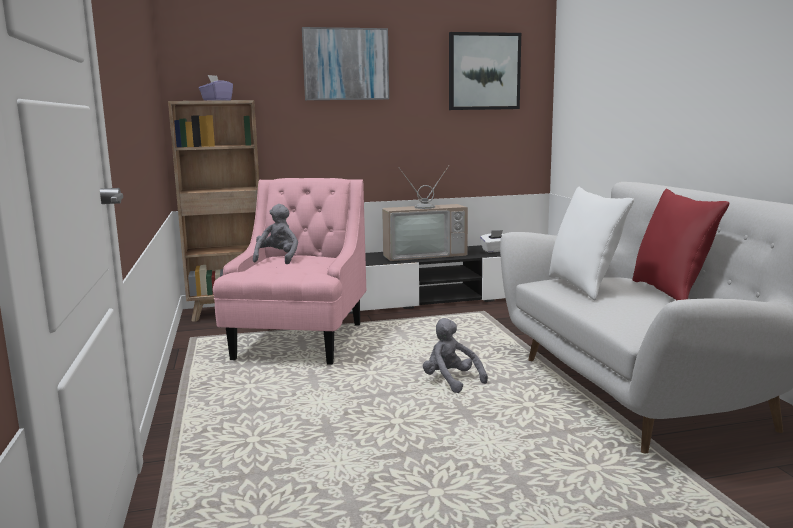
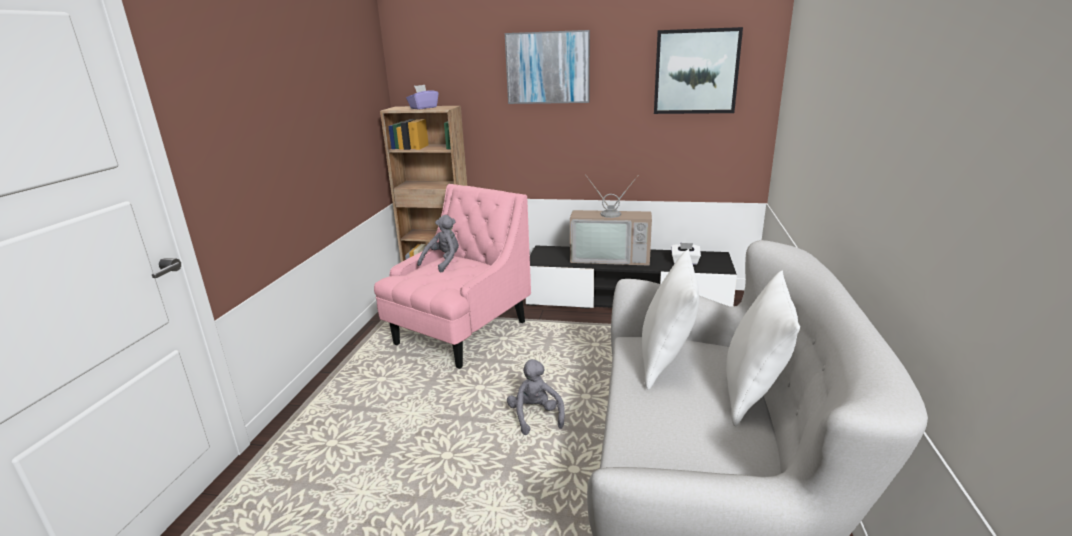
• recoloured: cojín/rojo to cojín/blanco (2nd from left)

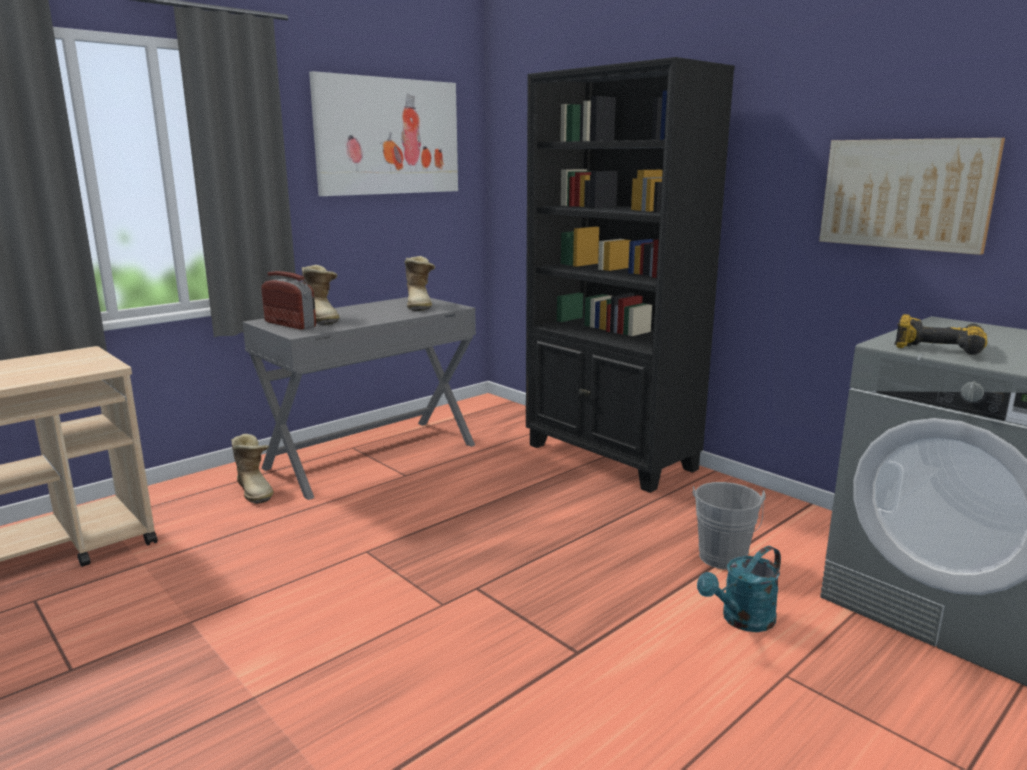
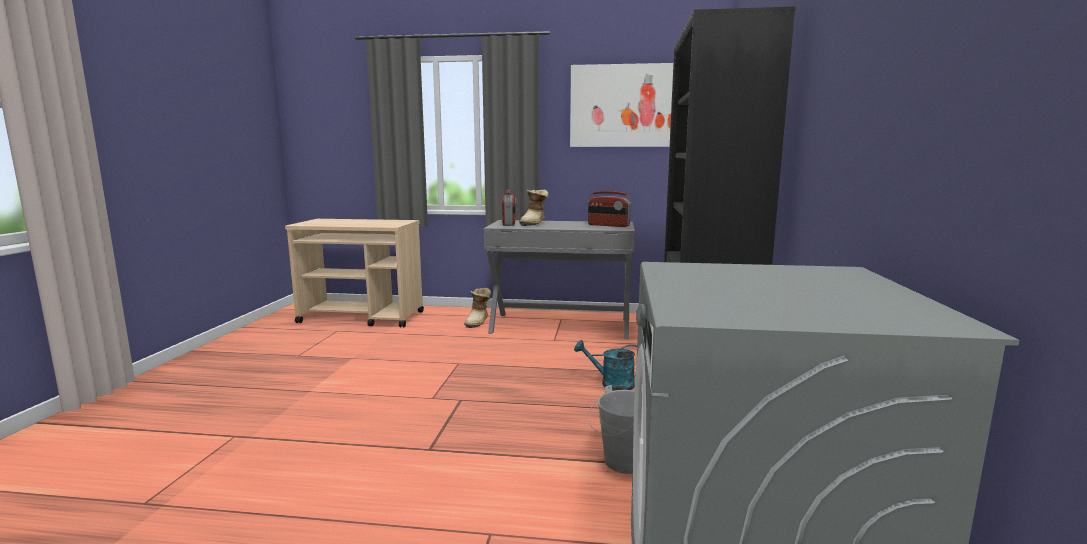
• moved: regadera/turquesa
• replaced: bota (3rd from left) to radio (2nd from left)
• removed: cuadro (2nd from left)
• removed: taladro

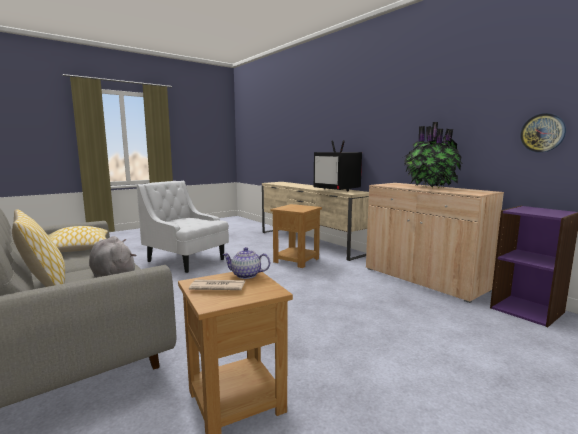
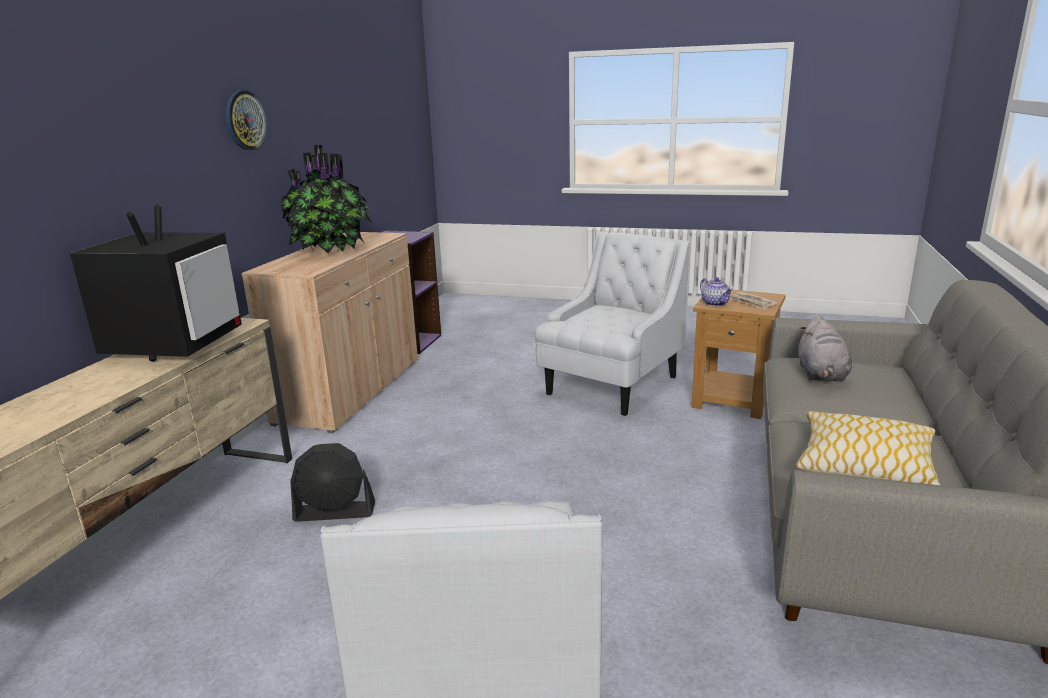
• moved: reloj de pared
• replaced: mesa auxiliar/marrón (2nd from left) to ventilador/negro
• added: sillón/blanco (2nd from left)
• removed: cojín (1st from left)

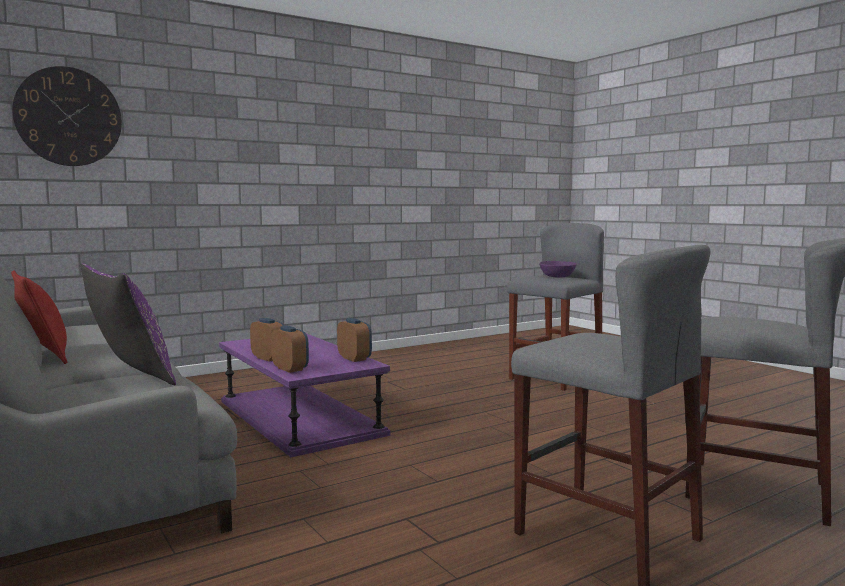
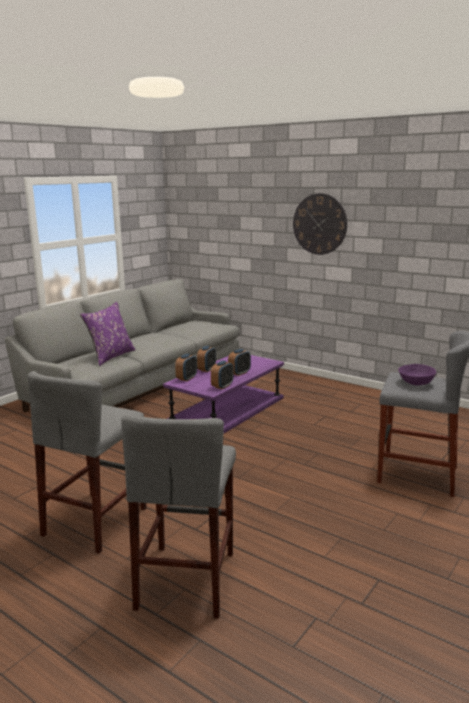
• added: despertador (4th from left)
• moved: reloj de pared
• removed: cojín/rojo

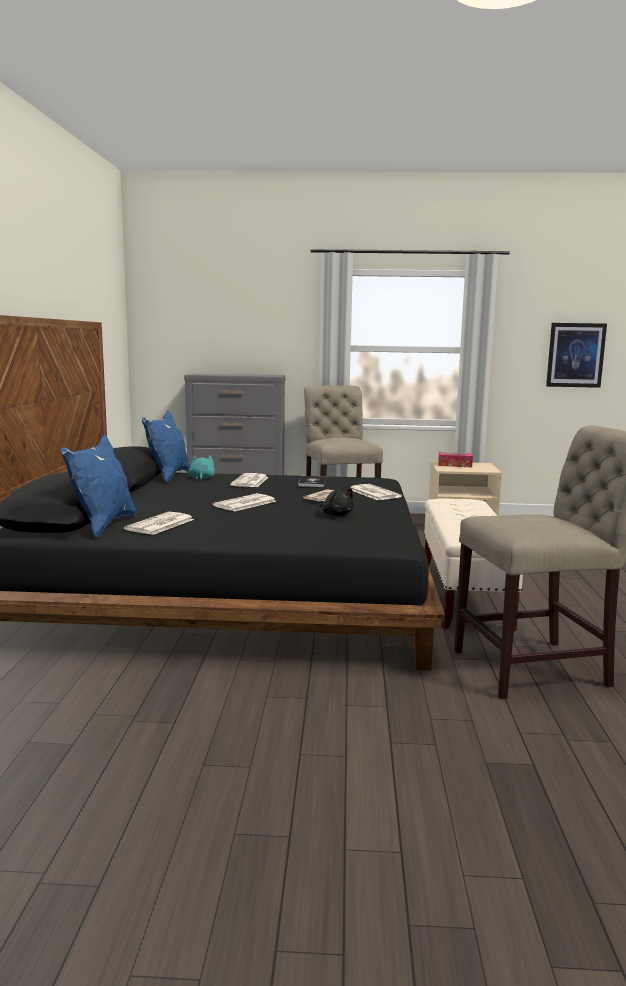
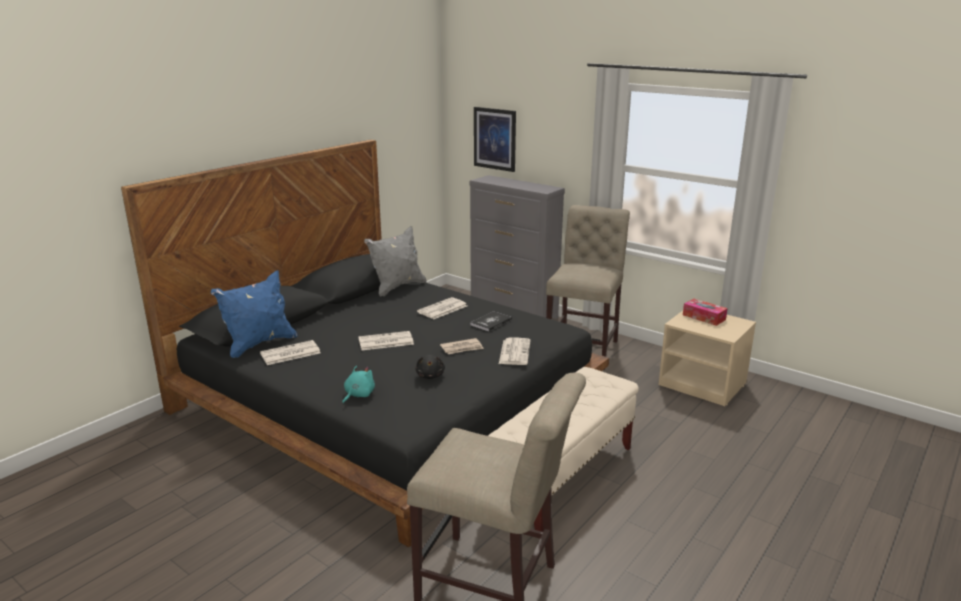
• moved: peluche/turquesa
• recoloured: cojín/azul (2nd from left) to cojín/gris
• moved: cuadro

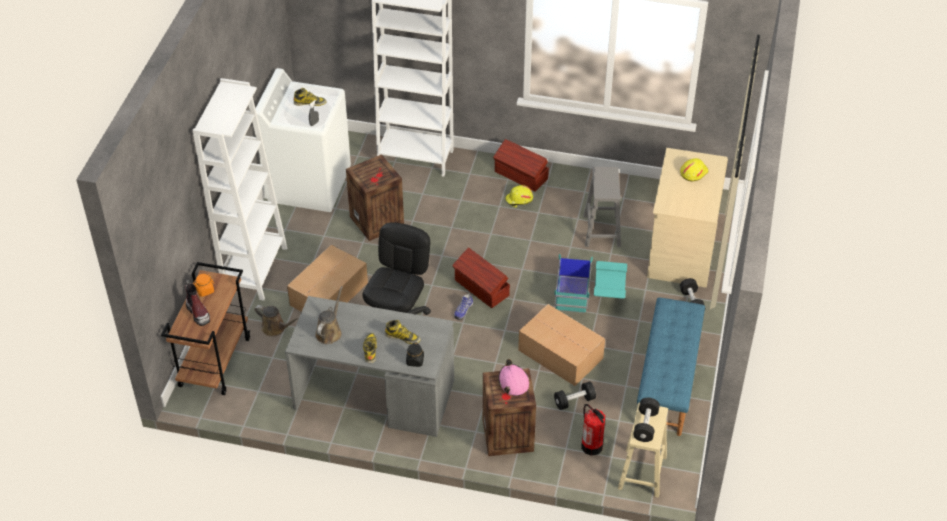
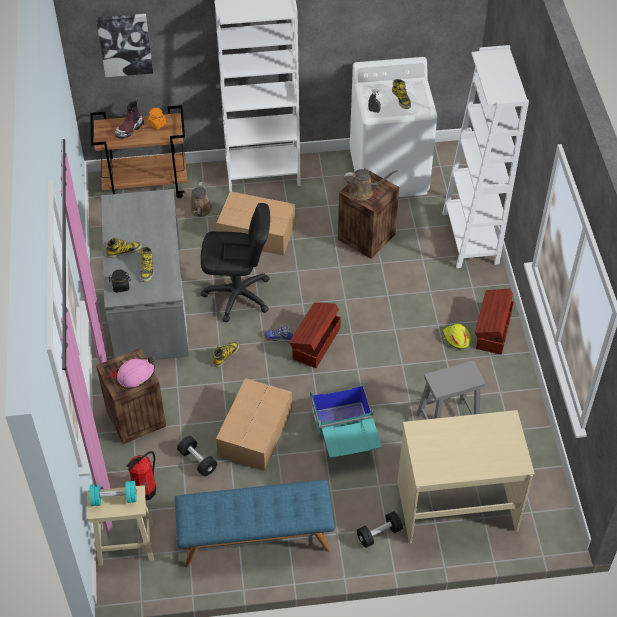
• recoloured: mancuerna/negro (2nd from left) to mancuerna/turquesa
• added: cuadro
• added: bota (4th from left)
• moved: regadera/marrón (2nd from left)
• removed: casco/amarillo (2nd from left)

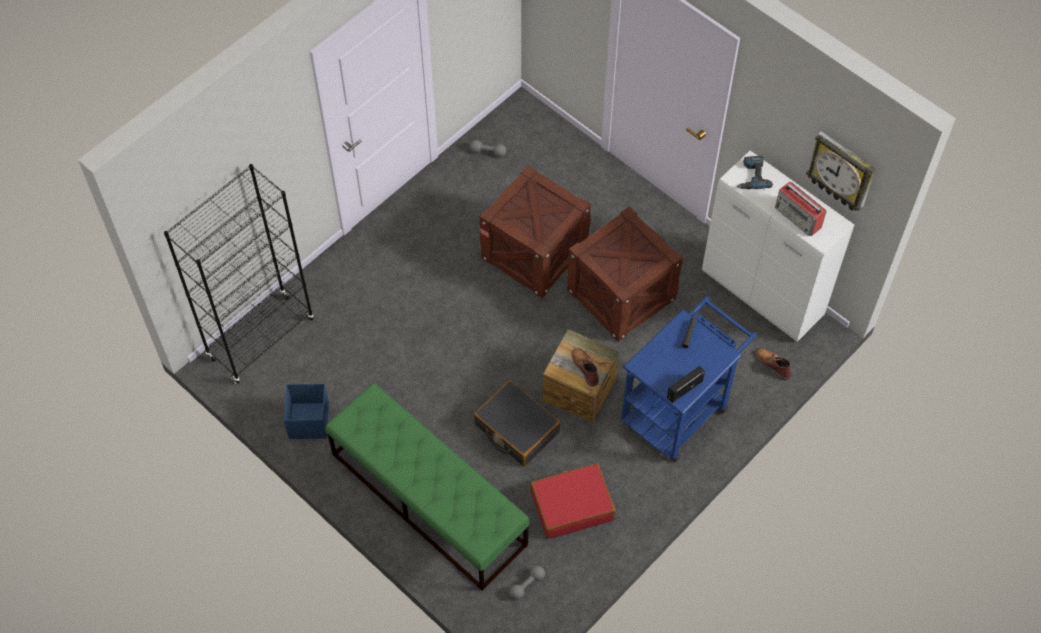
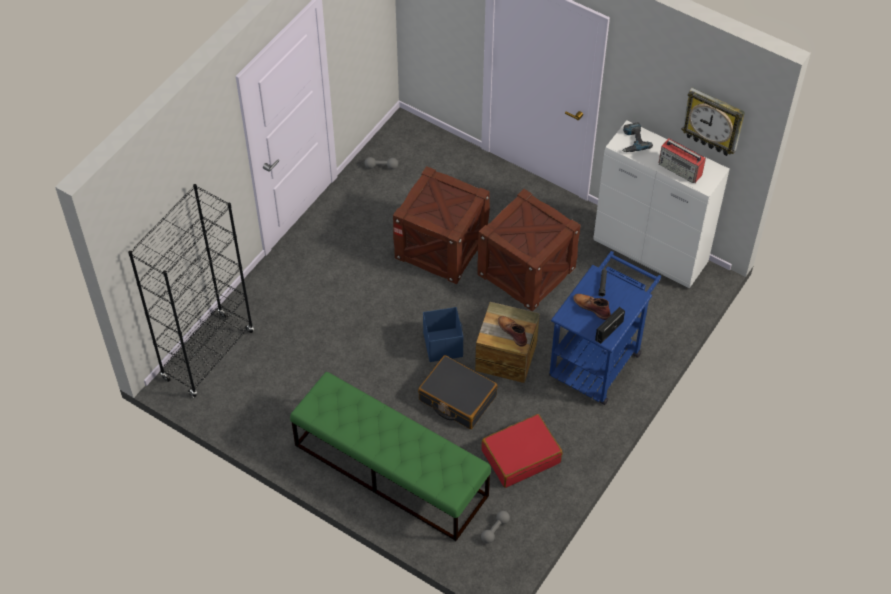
• moved: caja de almacenaje/azul
• moved: bota/marrón (2nd from left)

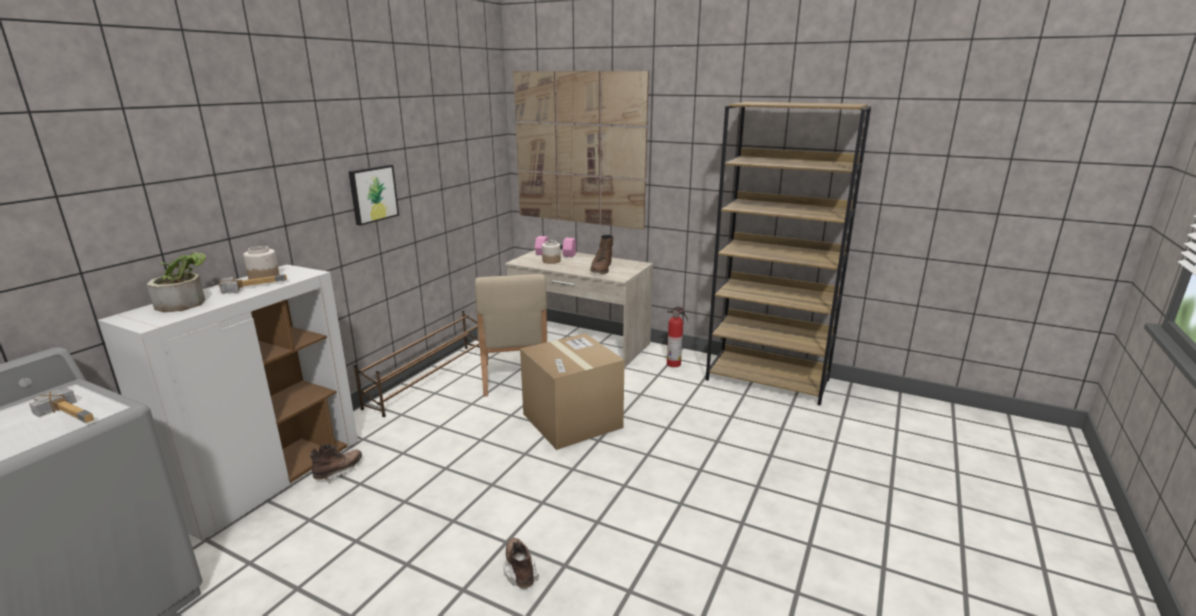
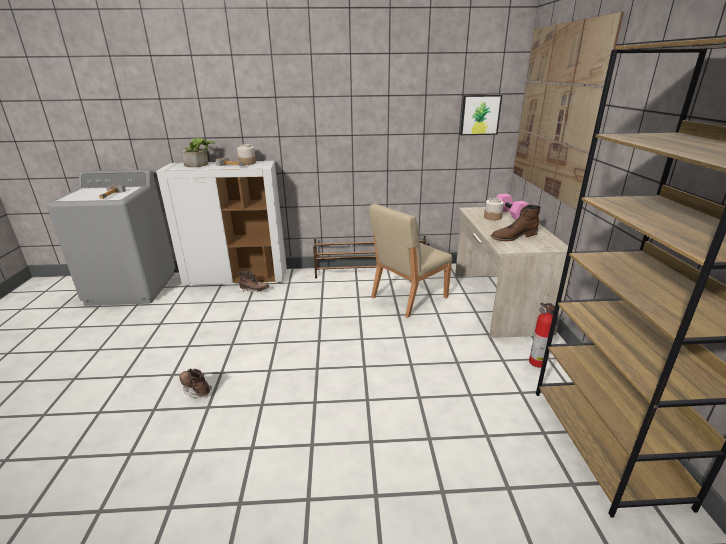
• turned: bota/marrón (2nd from left in the first image) 90 degrees counterclockwise
• moved: cuadro (1st from left)
• removed: caja de cartón

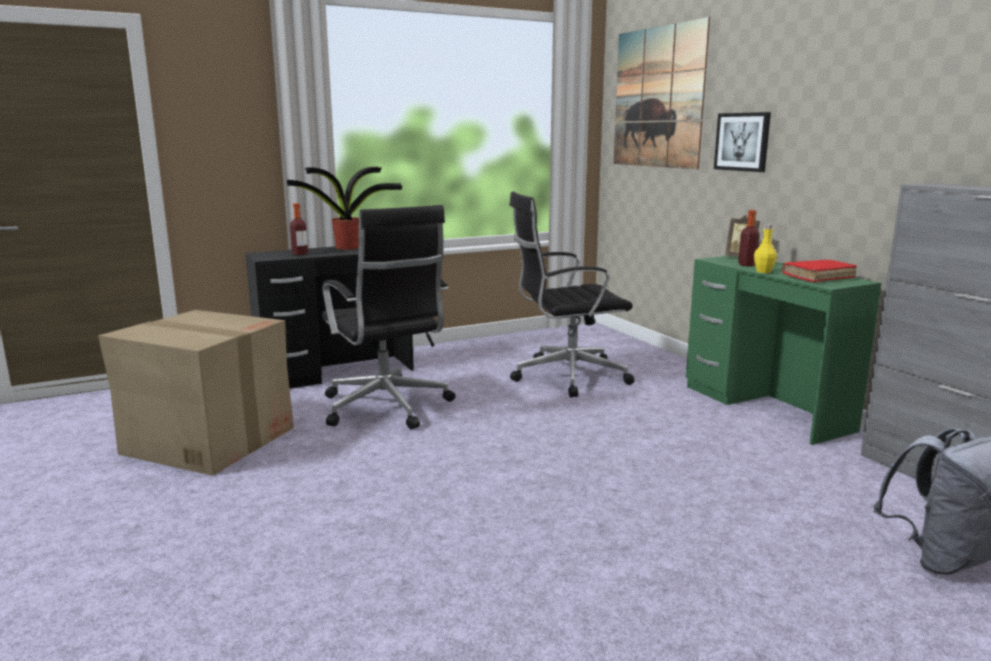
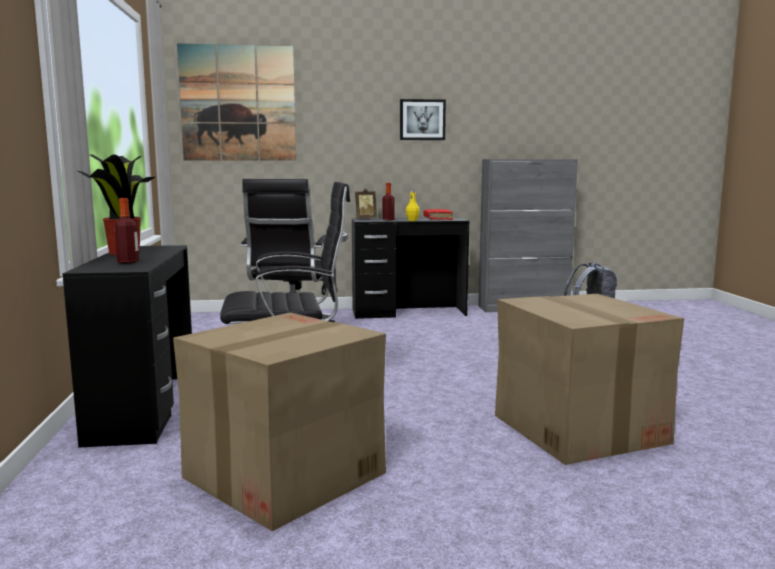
• recoloured: escritorio/verde to escritorio/negro (2nd from left)
• moved: cuadro (2nd from left)
• added: caja de cartón (2nd from left)

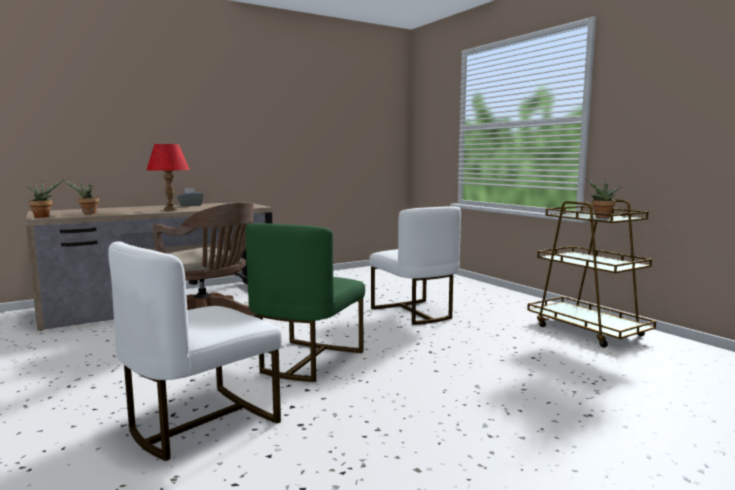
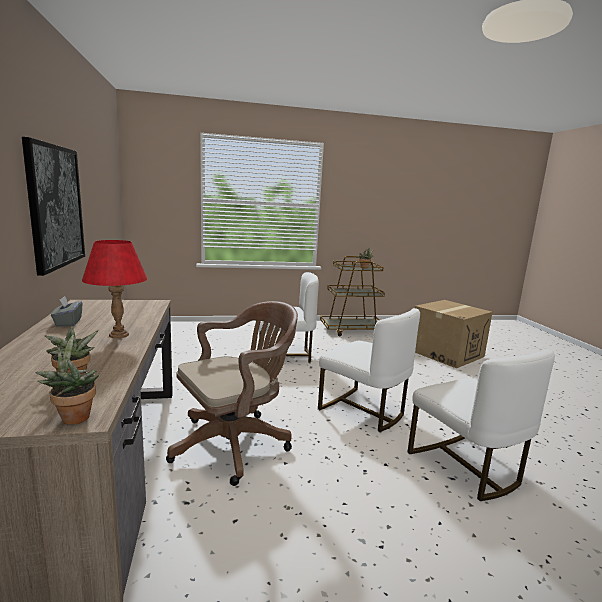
• added: cuadro
• recoloured: silla/verde to silla/blanco (2nd from left)
• added: caja de cartón

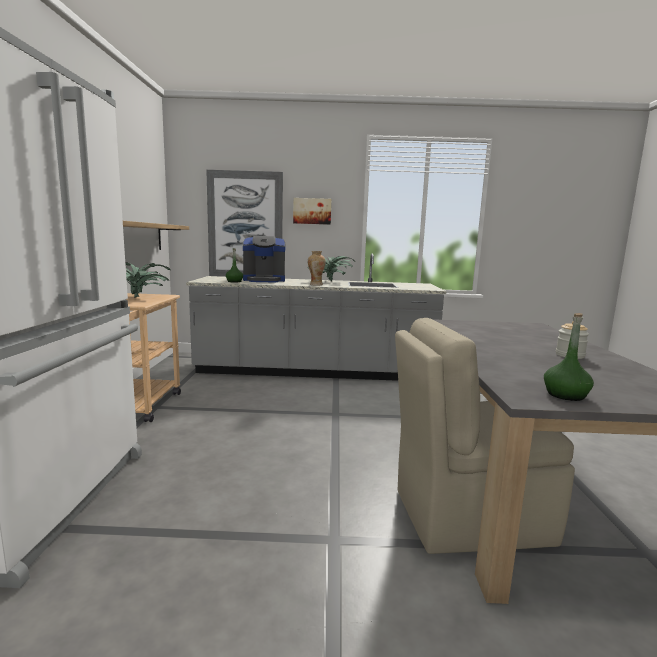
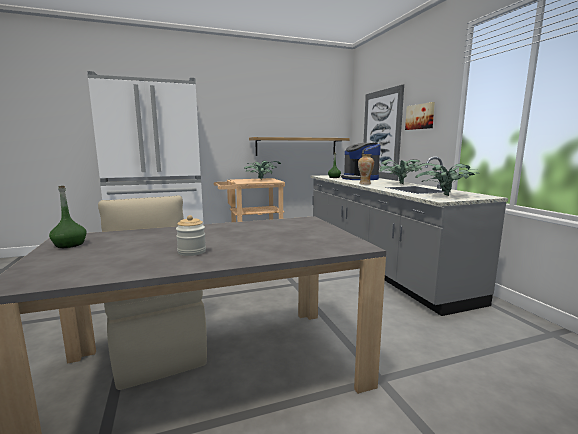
• added: planta en maceta (3rd from left)

